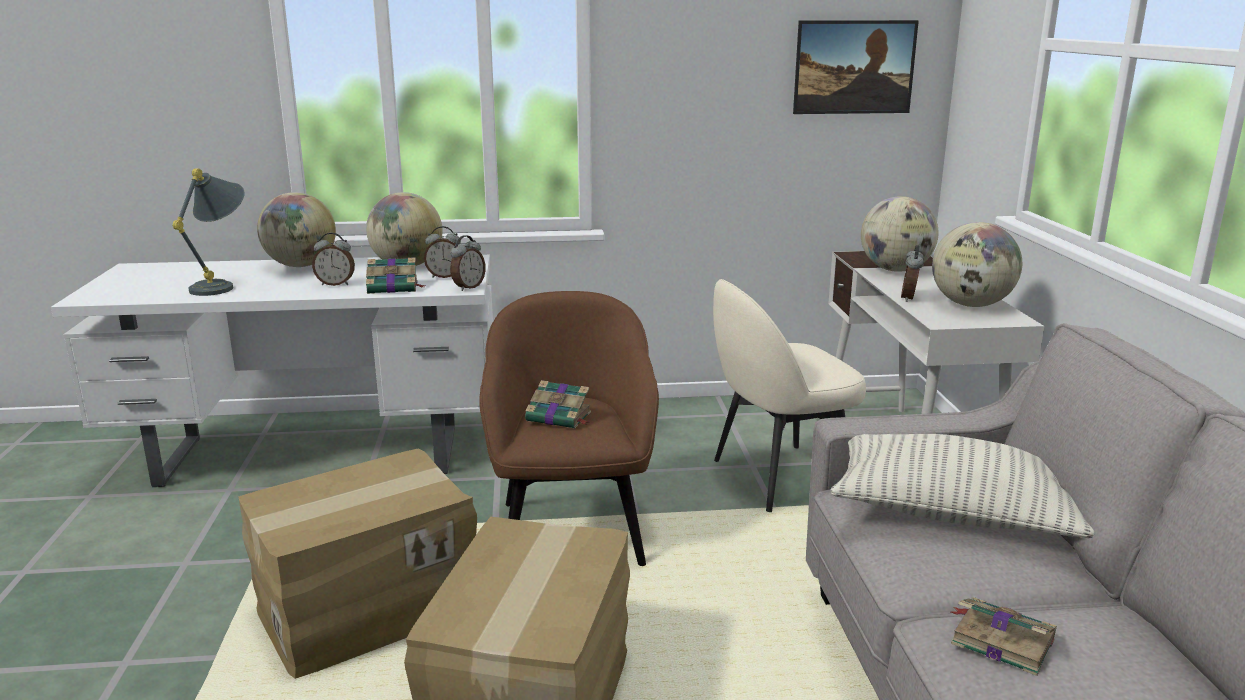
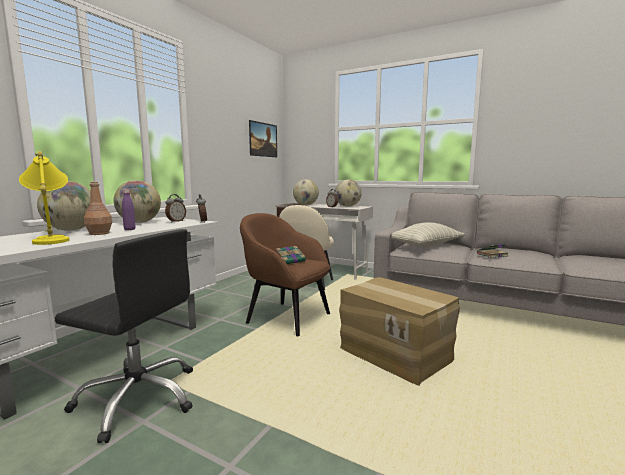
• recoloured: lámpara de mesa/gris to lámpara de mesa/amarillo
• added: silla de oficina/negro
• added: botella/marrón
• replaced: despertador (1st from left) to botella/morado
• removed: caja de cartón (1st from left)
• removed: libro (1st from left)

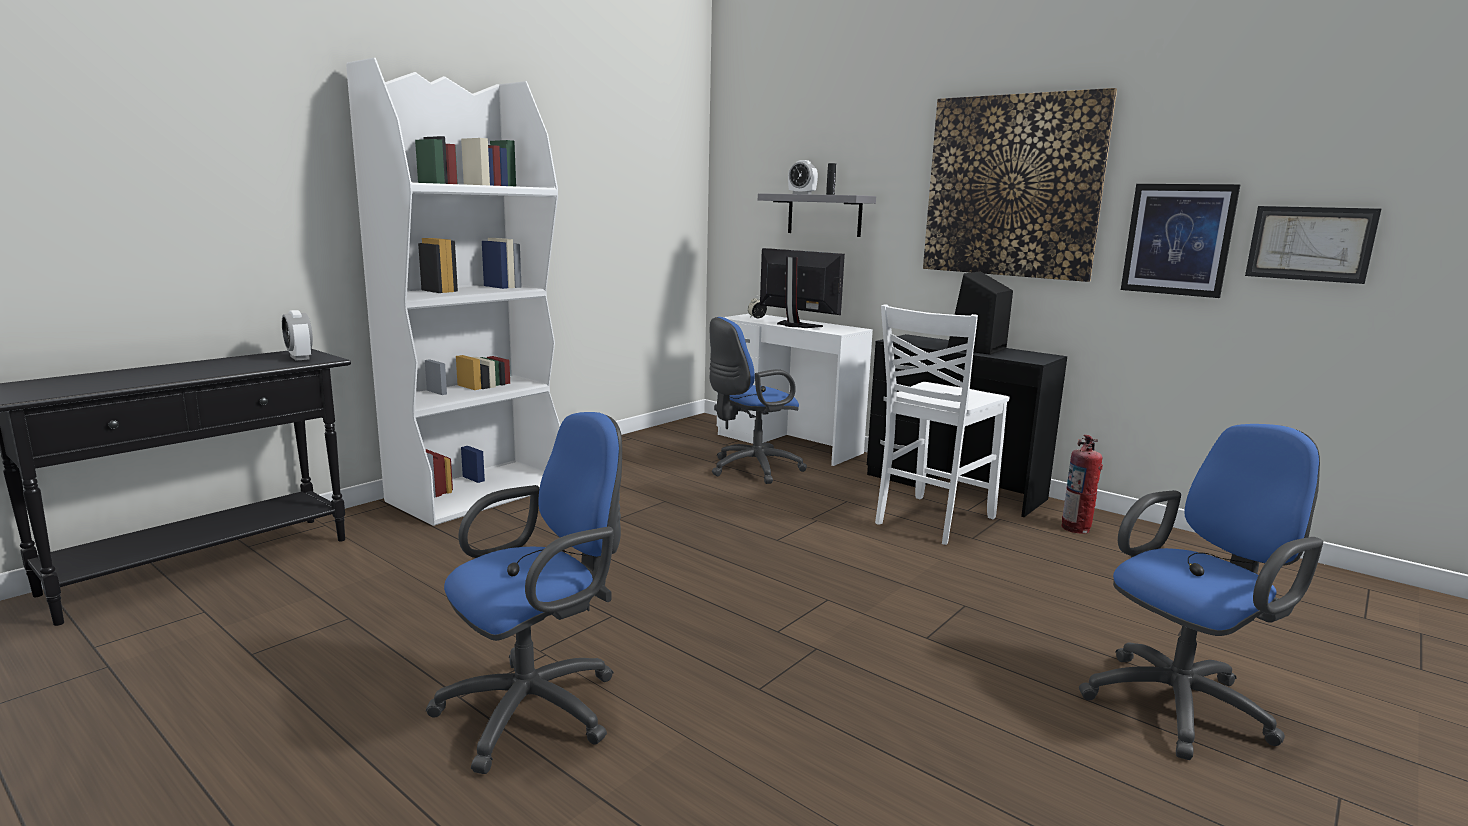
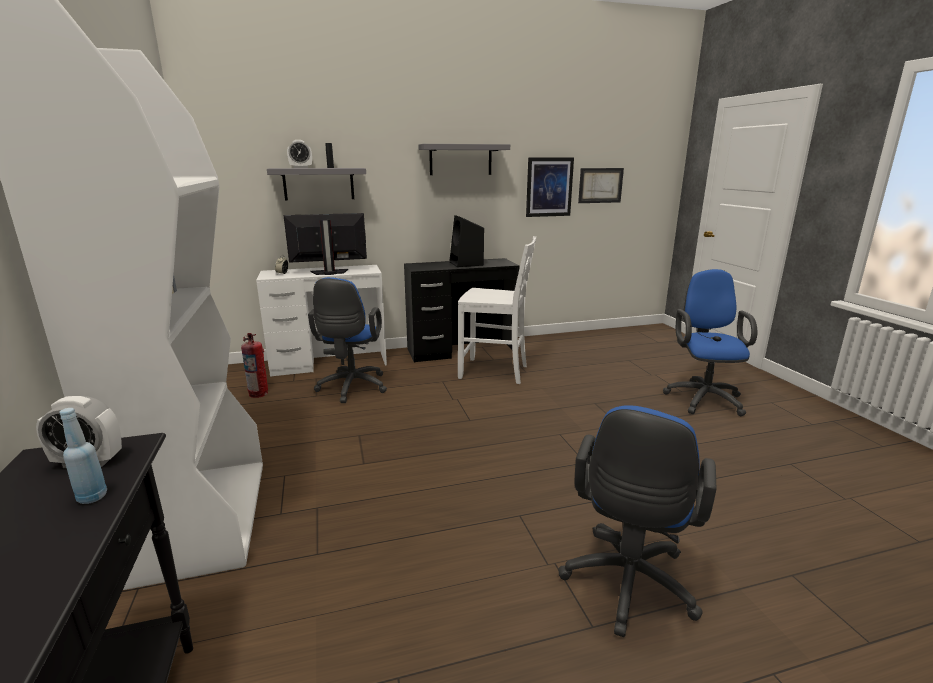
• added: botella/azul
• moved: extintor
• replaced: cuadro (1st from left) to estante/gris (2nd from left)
• turned: silla/blanco 60 degrees counterclockwise
• turned: silla de oficina/azul (1st from left in the first image) 150 degrees counterclockwise

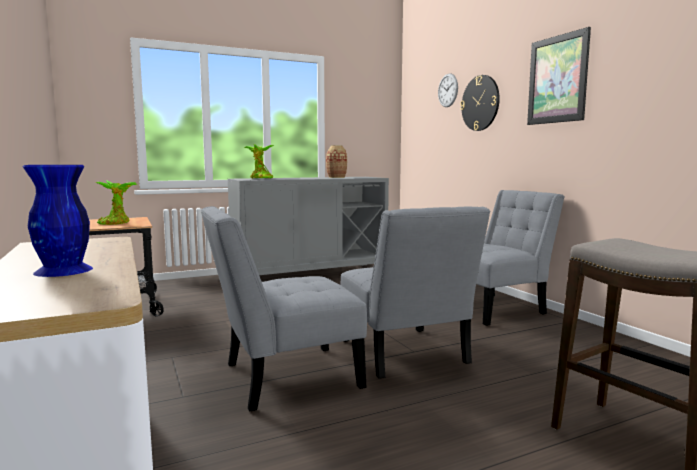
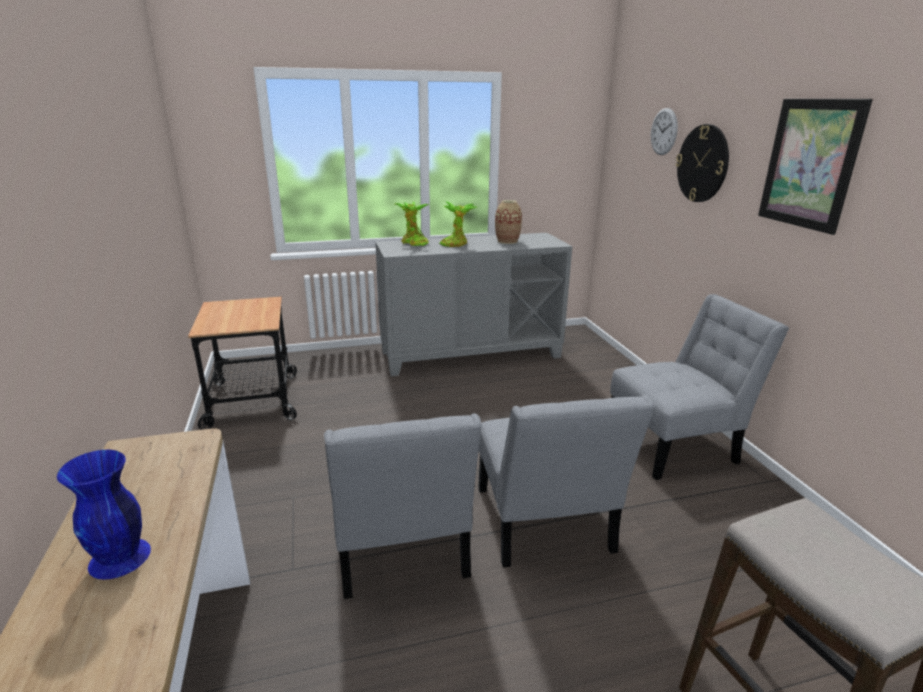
• turned: silla/gris (1st from left) 90 degrees counterclockwise
• moved: planta en maceta (1st from left in the first image) to planta en maceta (2nd from left)

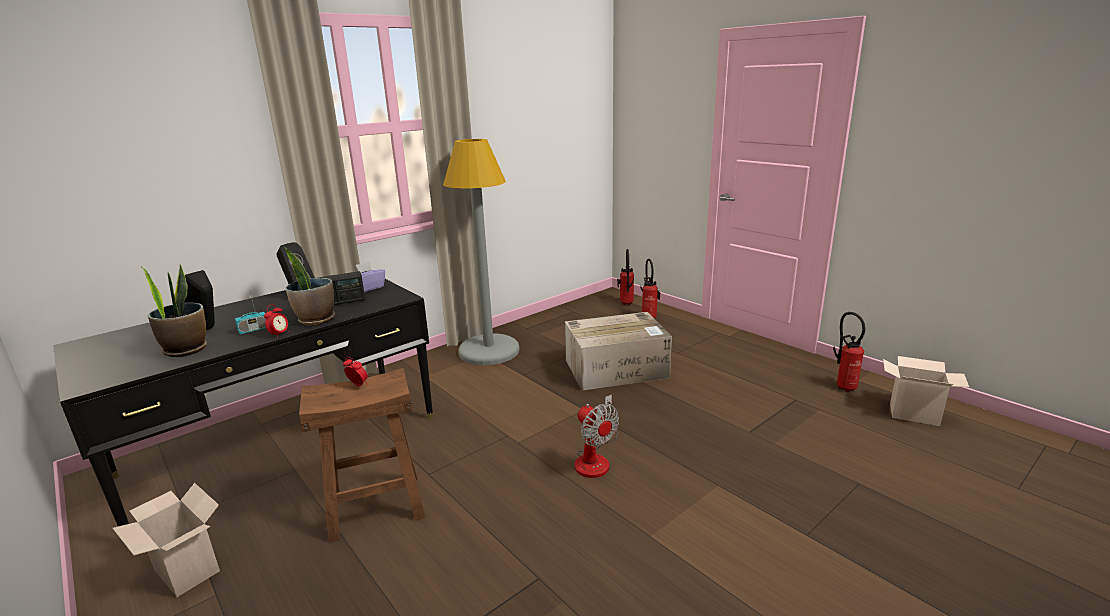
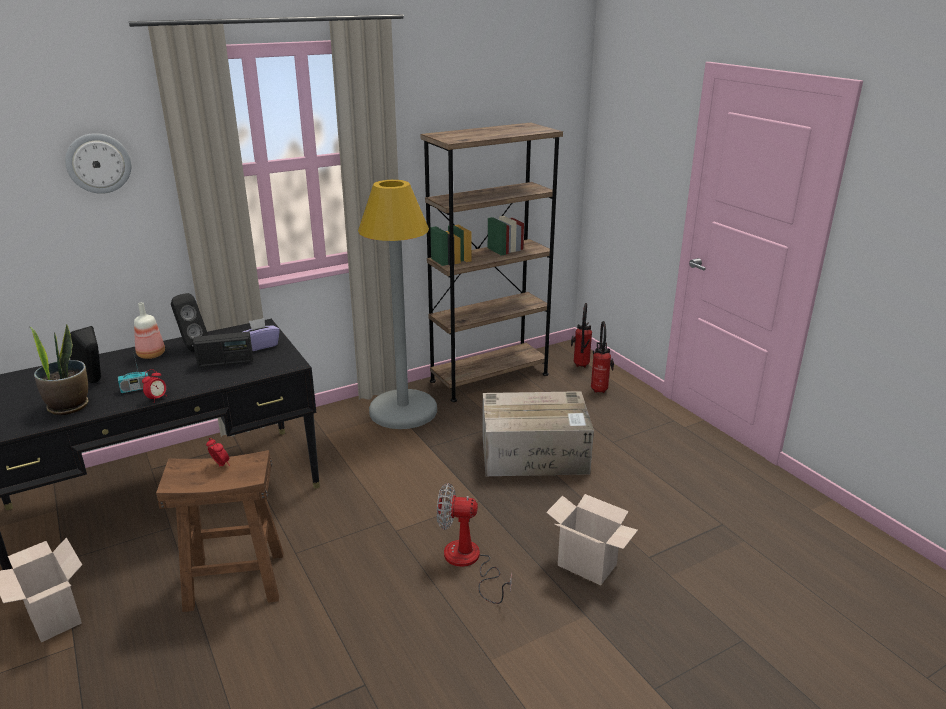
• added: reloj de pared
• added: botella
• added: estantería/marrón
• turned: ventilador 120 degrees clockwise
• moved: caja de cartón (3rd from left)
• removed: planta en maceta (2nd from left)
• removed: extintor (3rd from left)

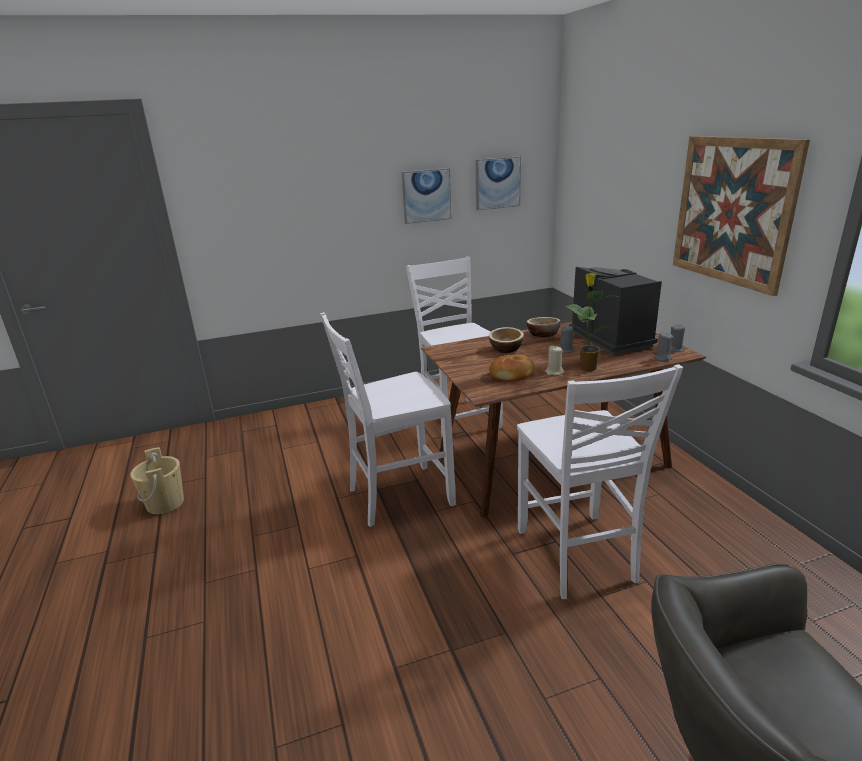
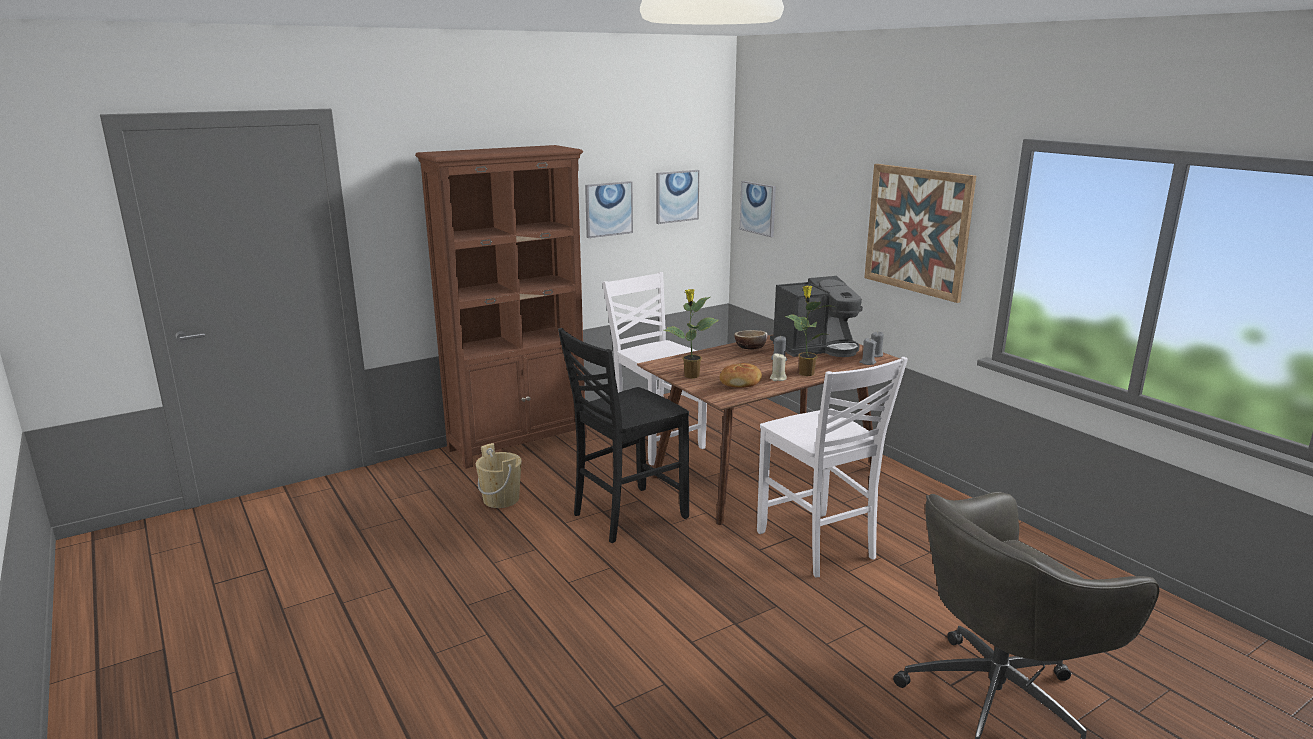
• added: estantería/marrón
• moved: cubo/beis
• recoloured: silla/blanco (1st from left) to silla/negro
• added: planta en maceta (1st from left)
• added: cuadro (3rd from left)
• turned: cafetera 105 degrees clockwise
• removed: cuenco (1st from left)

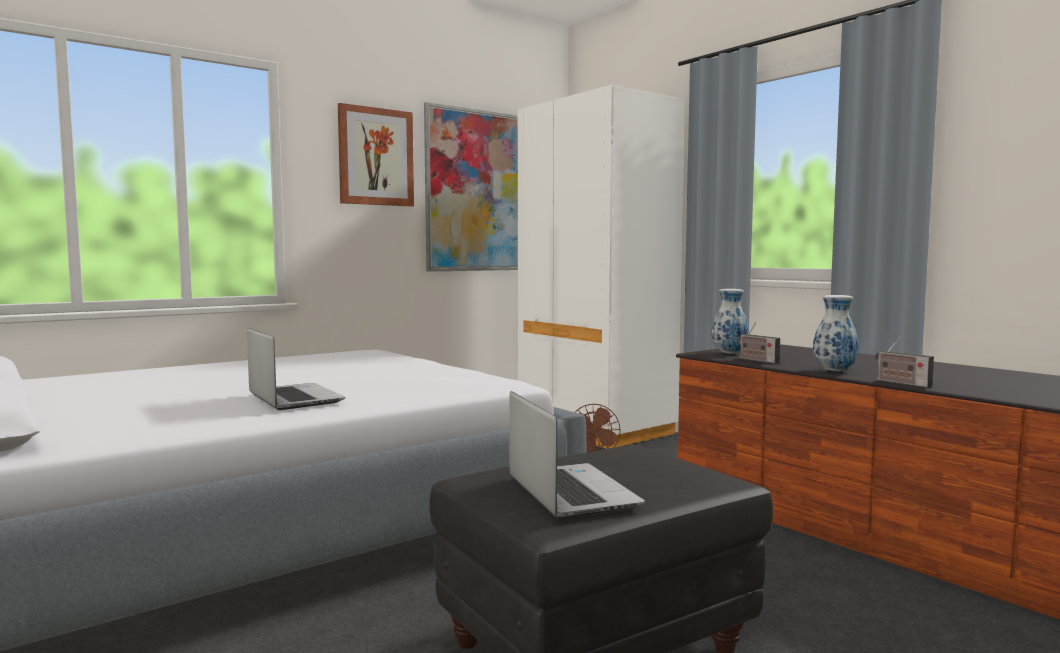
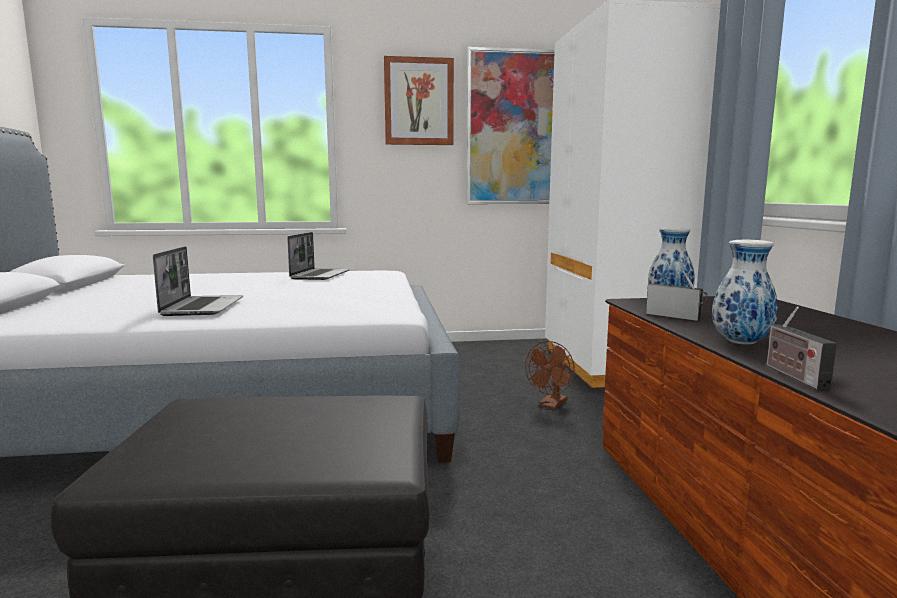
• moved: portátil (2nd from left)
• turned: radio (1st from left) 135 degrees clockwise

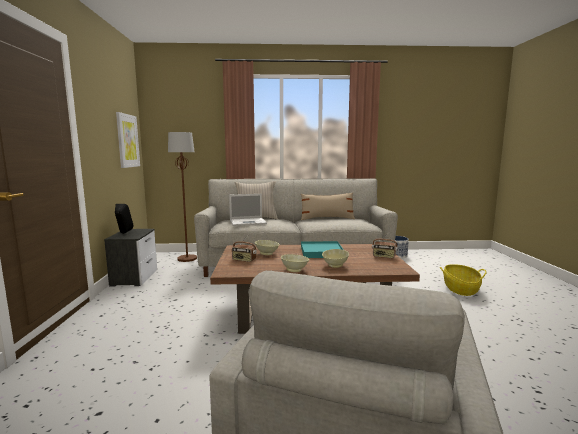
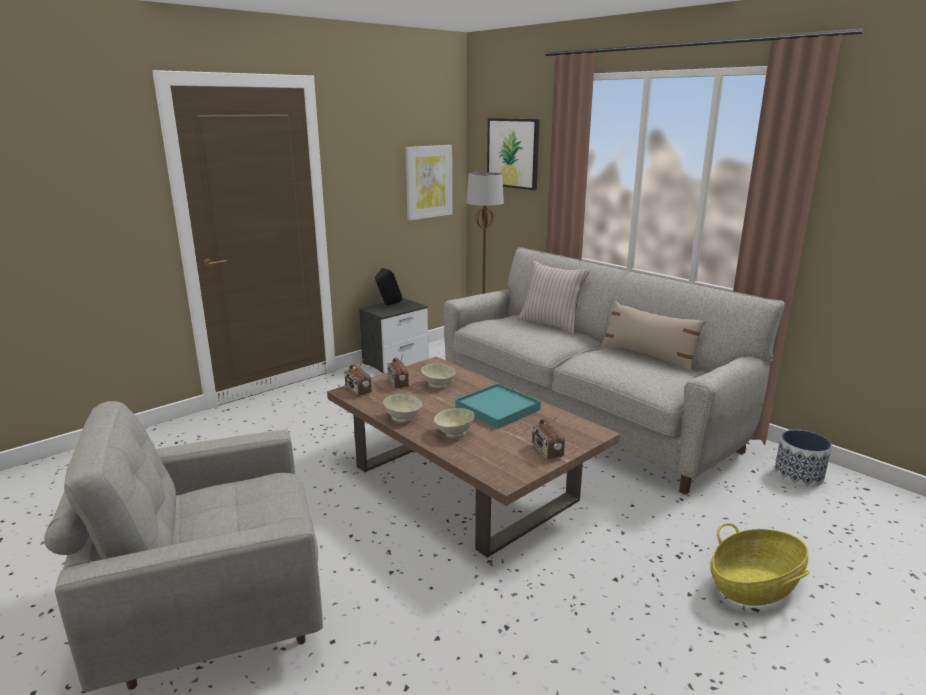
• added: radio (1st from left)
• added: cuadro (2nd from left)
• removed: portátil

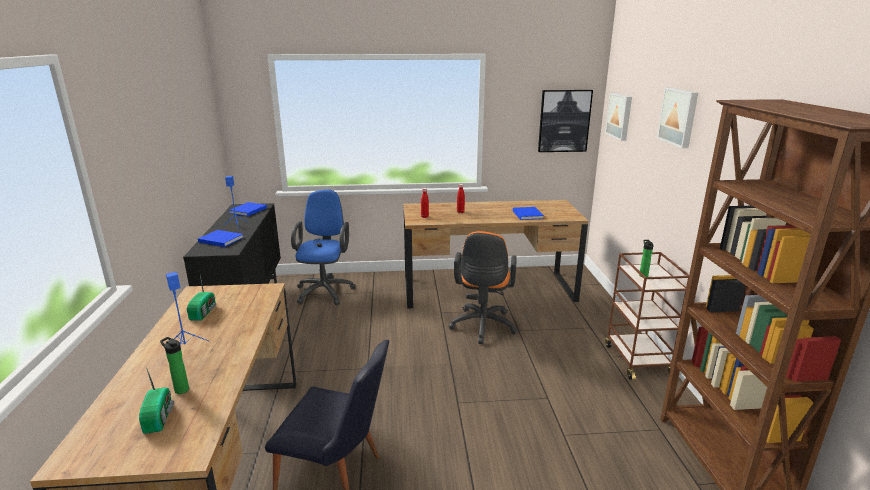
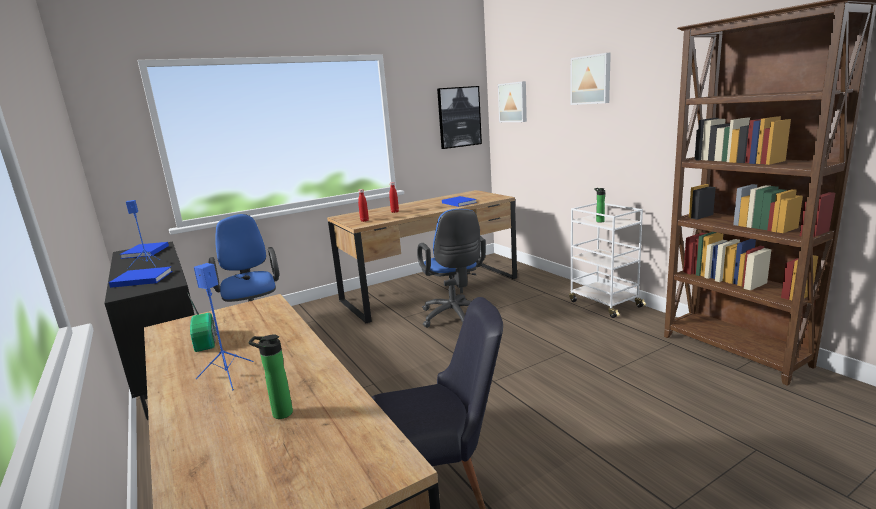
• recoloured: silla de oficina/naranja to silla de oficina/azul (2nd from left)
• recoloured: carrito/marrón to carrito/blanco
• removed: radio (1st from left)

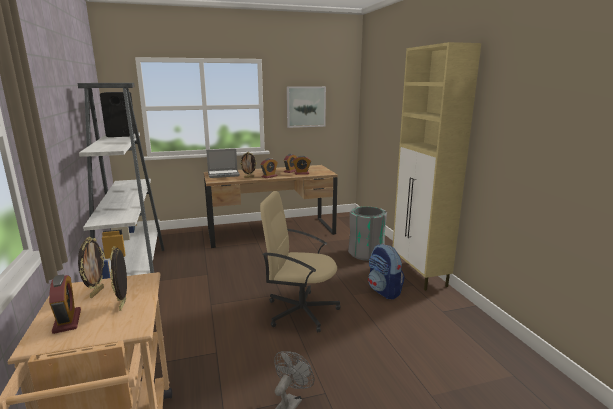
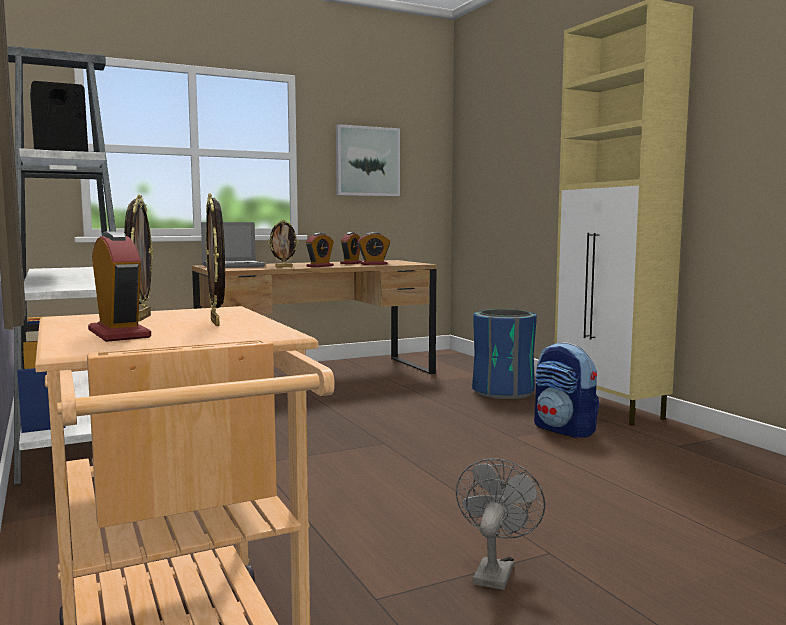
• recoloured: papelera/gris to papelera/azul
• removed: silla de oficina/beis

